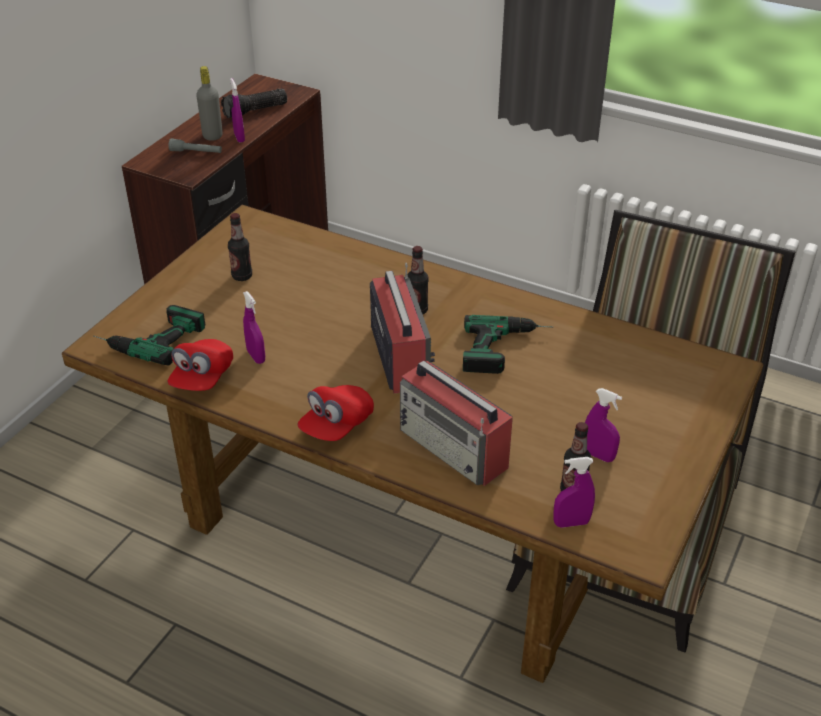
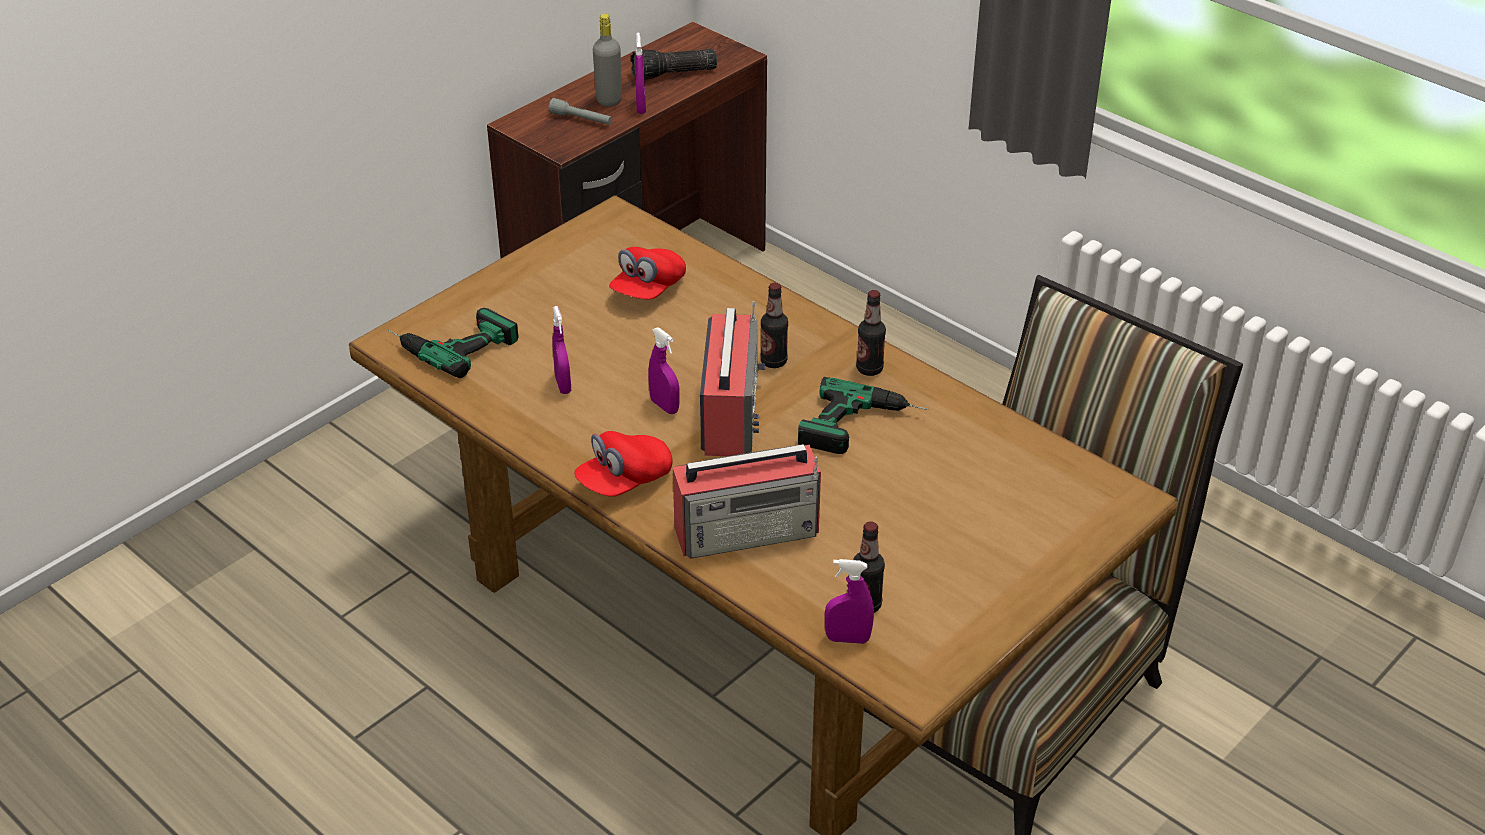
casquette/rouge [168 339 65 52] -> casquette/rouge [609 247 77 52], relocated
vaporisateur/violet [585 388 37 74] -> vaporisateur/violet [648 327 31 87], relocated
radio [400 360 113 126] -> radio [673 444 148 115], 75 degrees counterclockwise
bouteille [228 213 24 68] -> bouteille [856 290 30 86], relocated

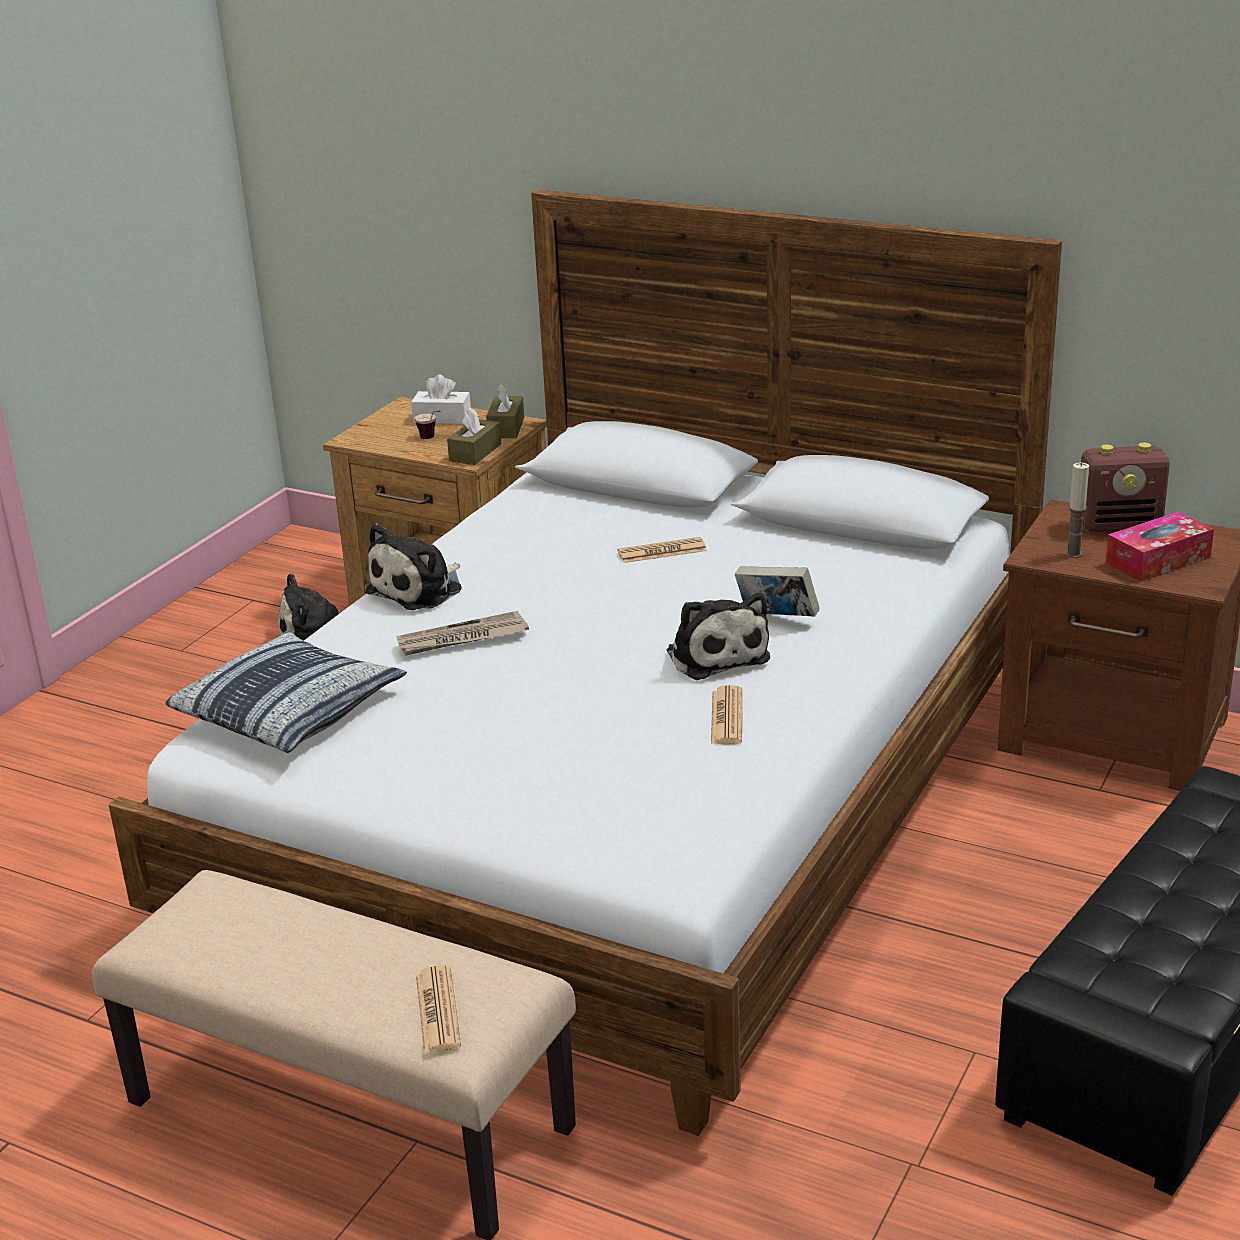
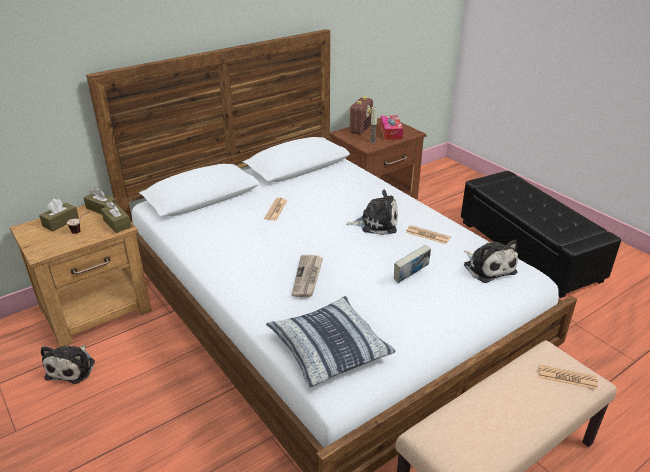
boîte à mouchoirs/blanc [411 375 60 49] -> boîte à mouchoirs/marron [39 199 40 33]
livre [735 566 85 51] -> livre [394 244 37 39], relocated
peluche [365 523 97 87] -> peluche [464 240 54 43], relocated

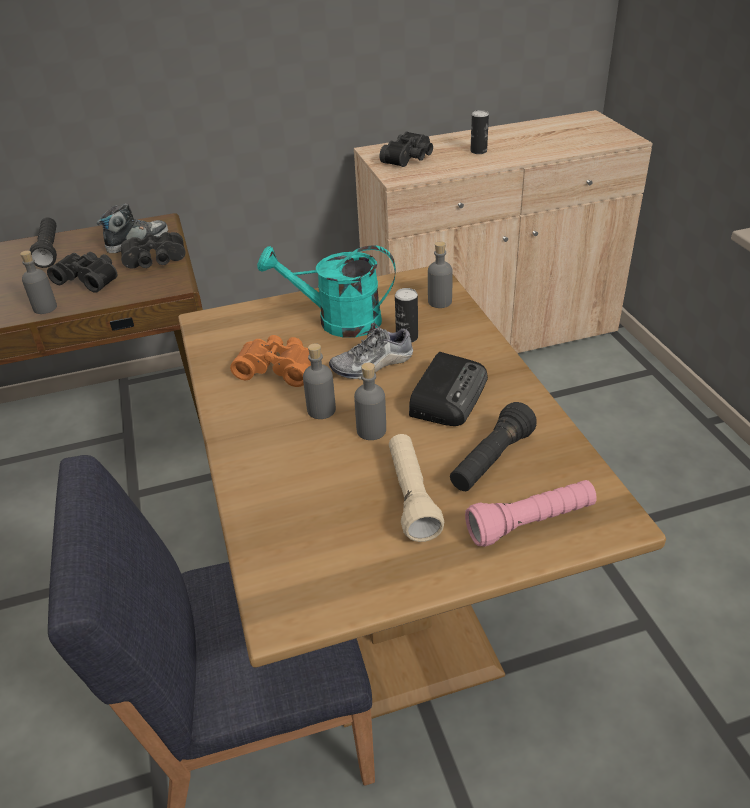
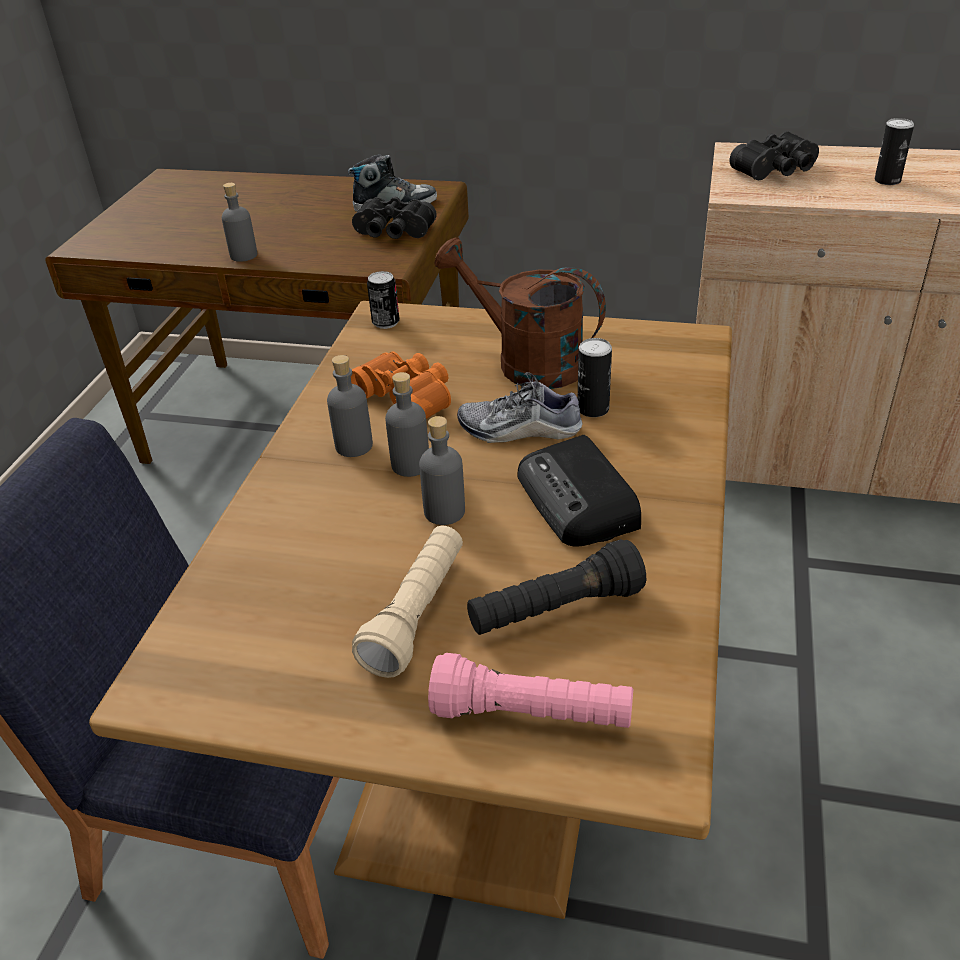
bouteille/gris [428 241 25 67] -> bouteille/gris [327 355 46 102], relocated
none -> boîte métallique [367 271 33 58]
arrosoir/turquoise [257 245 139 92] -> arrosoir/marron [434 238 172 151]
radio [409 352 79 74] -> radio [517 435 124 112], 105 degrees clockwise
lampe de poche/noir [29 218 28 50] -> none
jumelles/noir [47 252 70 41] -> none

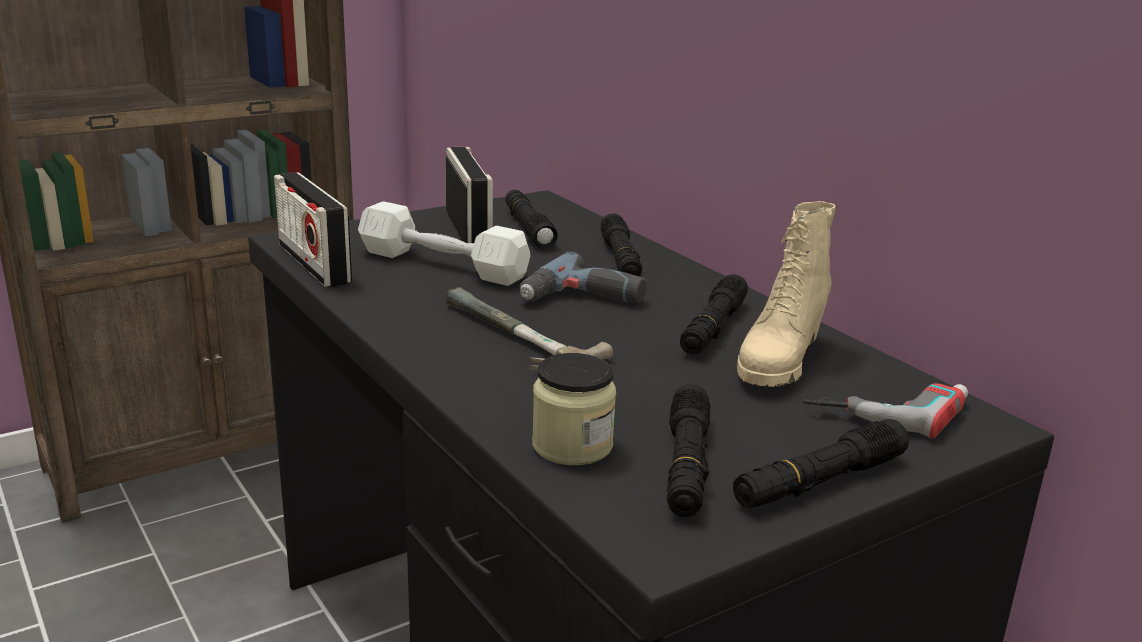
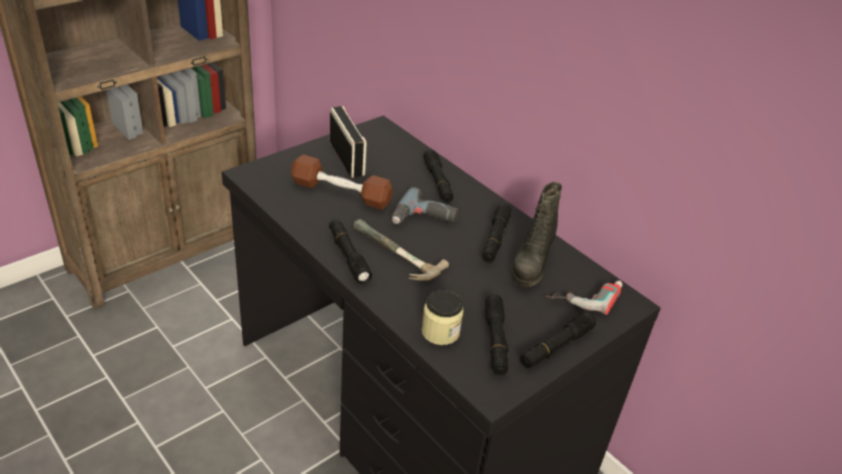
haltère/blanc [358 201 172 85] -> haltère/marron [291 154 102 56]
lampe de poche/noir [505 190 53 58] -> lampe de poche/noir [329 220 43 64], relocated
botte/beige [737 201 98 186] -> botte/noir [511 182 51 105]
radio [274 172 78 115] -> none

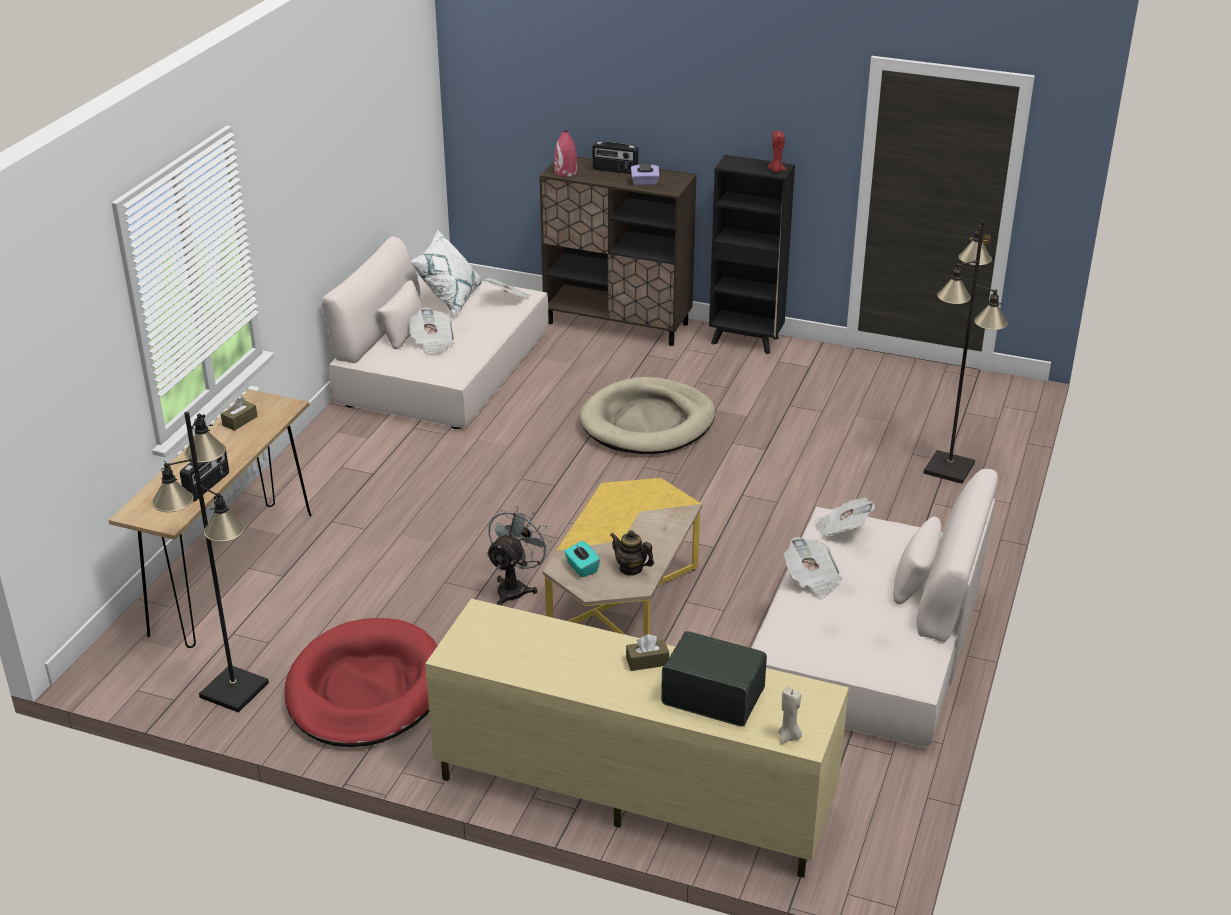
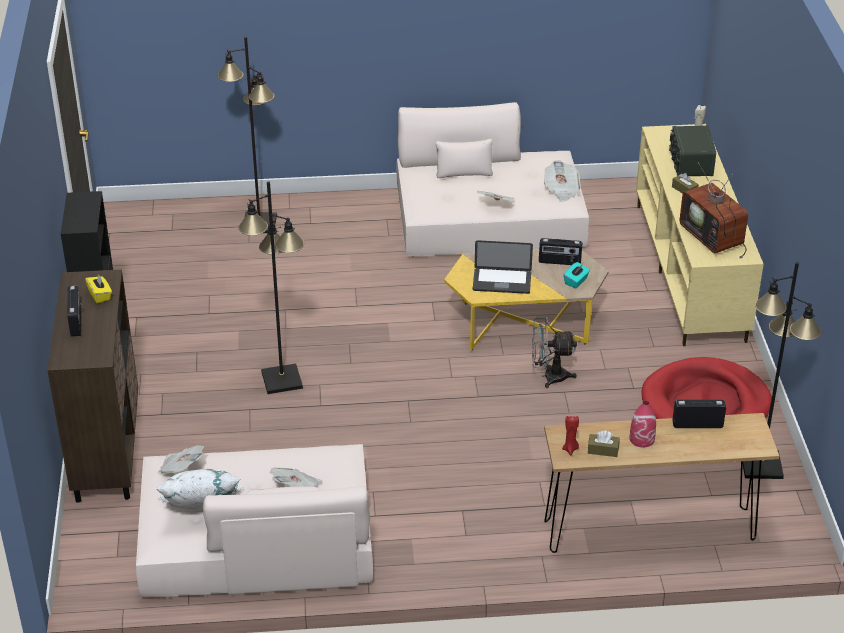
boîte à mouchoirs/violet [631 164 29 22] -> boîte à mouchoirs/jaune [85 275 27 29]
panier pour chien/beige [579 377 136 77] -> lampadaire/noir [239 181 65 213]
none -> ordinateur portable [473 240 60 54]
théière [610 530 44 46] -> radio [539 238 43 27]
journal [815 498 60 39] -> journal [544 160 37 42], relocated
bougie/rouge [767 131 20 42] -> bougie/rouge [562 416 17 39], relocated
vase/rouge [554 130 23 47] -> vase/rouge [630 401 26 47], relocated
none -> téléviseur [680 162 68 97]

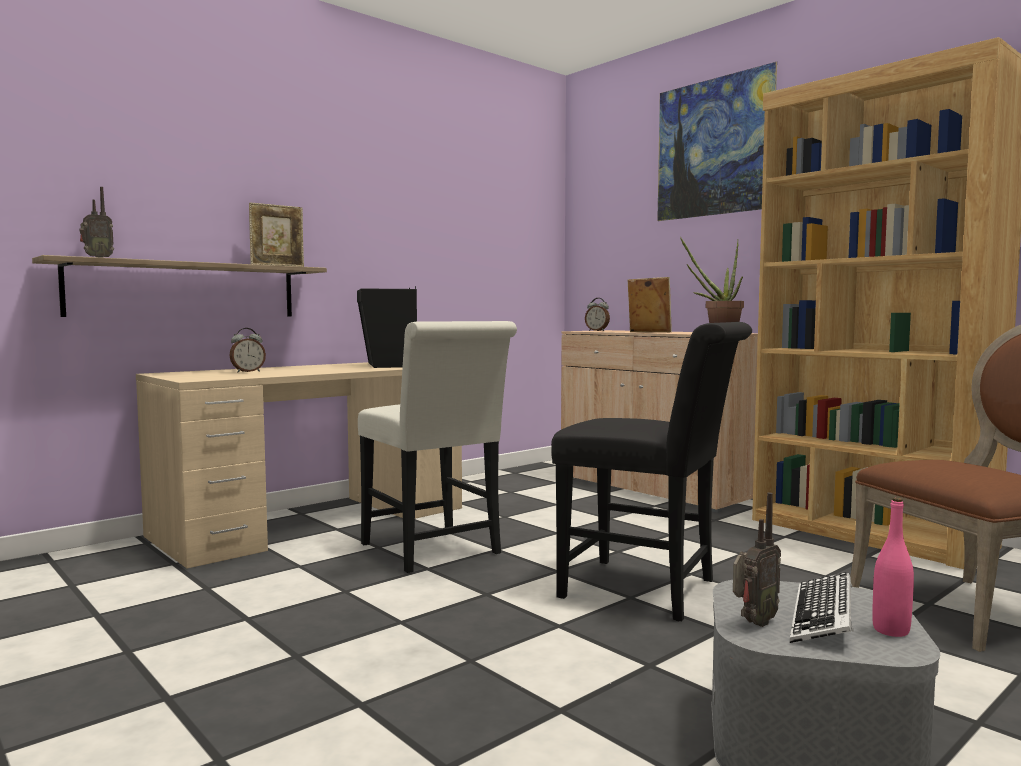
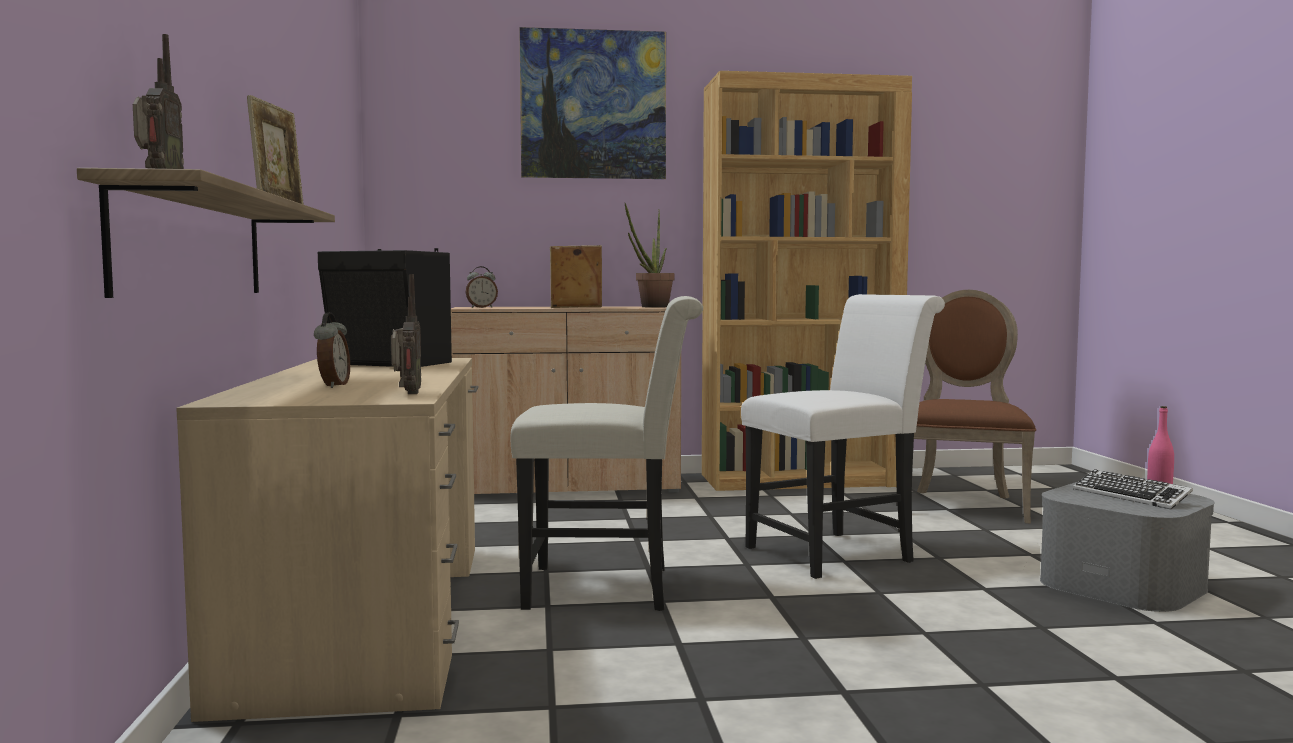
radio [733 493 48 134] -> radio [391 274 30 120], relocated
chaise/noir [551 322 201 299] -> chaise/blanc [741 294 204 285]

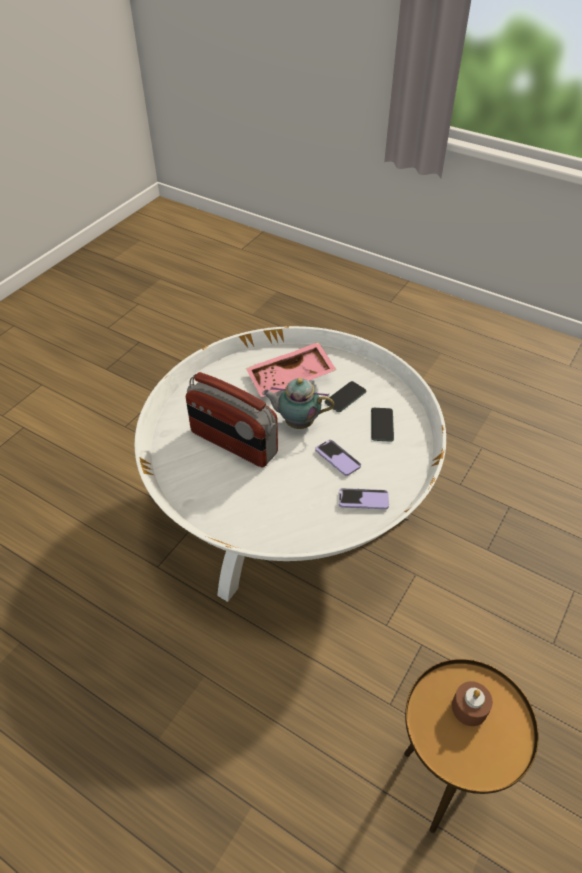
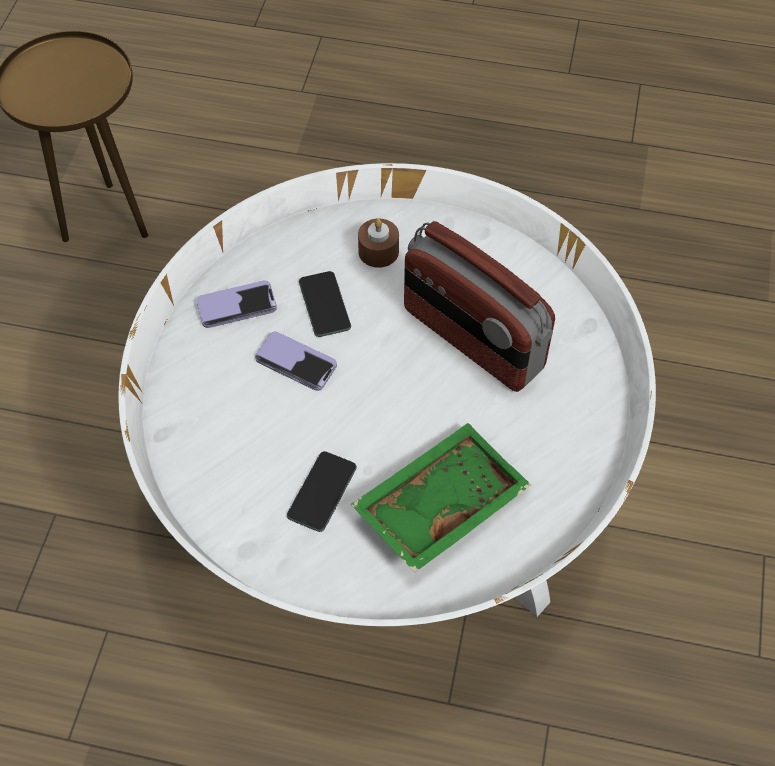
téléphone [371 408 23 34] -> téléphone [299 271 52 66], relocated
plateau/rose [246 342 90 55] -> plateau/vert [351 423 180 150]
bougie/marron [452 681 41 45] -> bougie/marron [358 218 41 50], relocated
radio [186 372 92 96] -> radio [404 221 151 171], 150 degrees counterclockwise
théière [262 378 72 51] -> none

